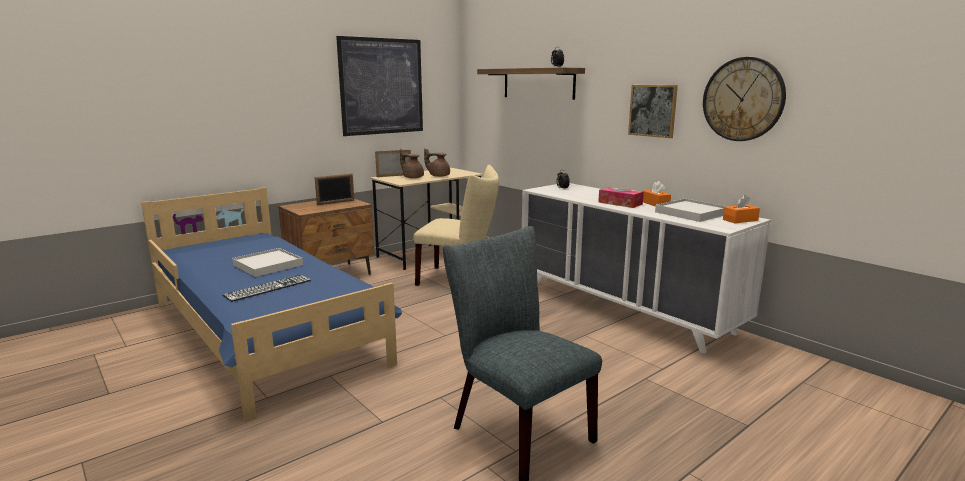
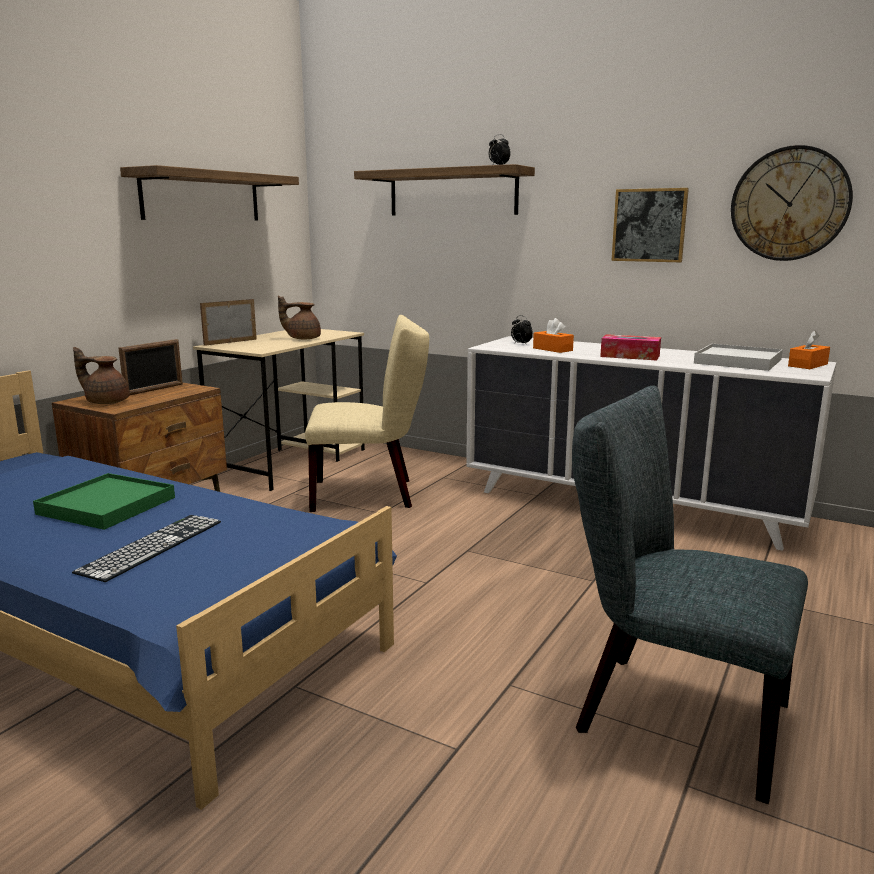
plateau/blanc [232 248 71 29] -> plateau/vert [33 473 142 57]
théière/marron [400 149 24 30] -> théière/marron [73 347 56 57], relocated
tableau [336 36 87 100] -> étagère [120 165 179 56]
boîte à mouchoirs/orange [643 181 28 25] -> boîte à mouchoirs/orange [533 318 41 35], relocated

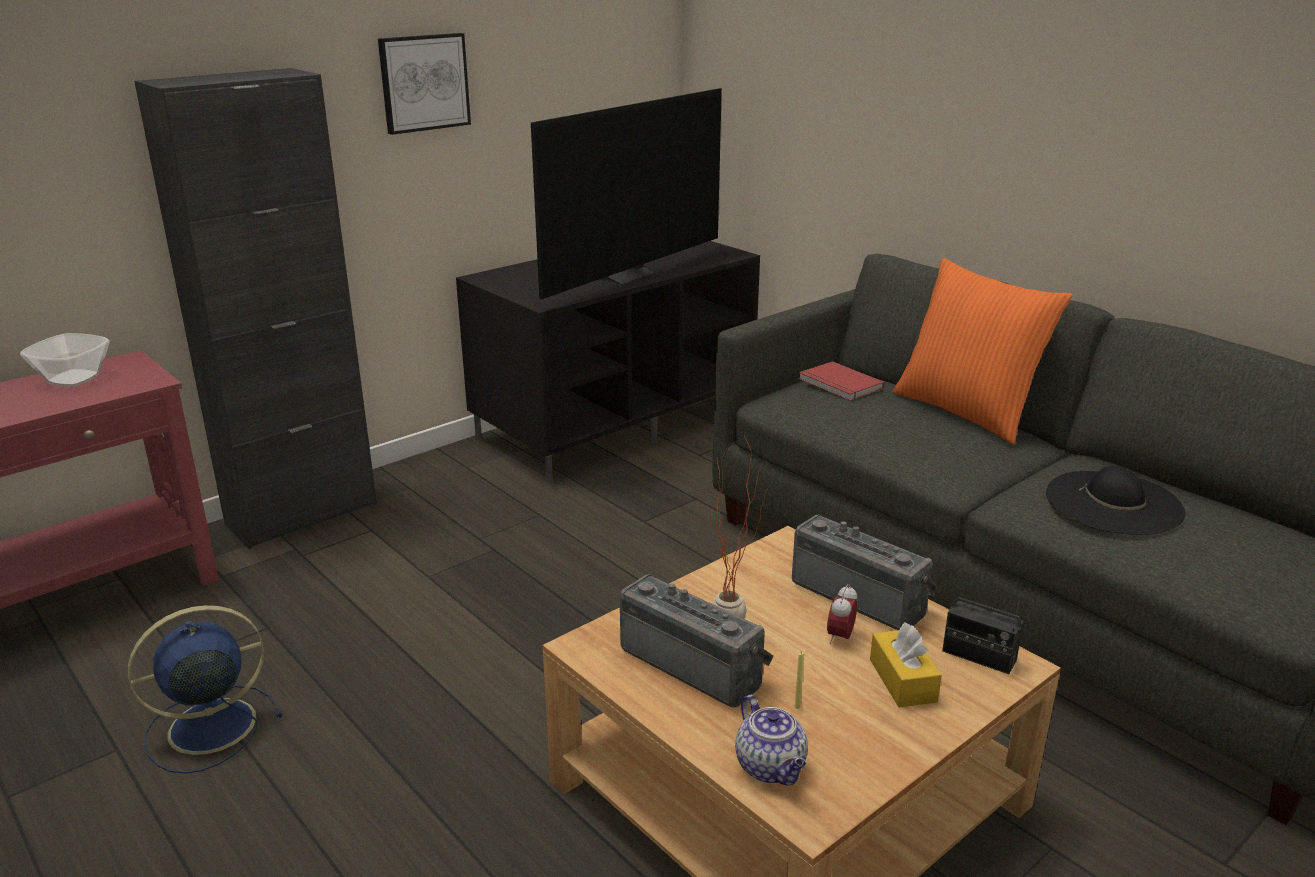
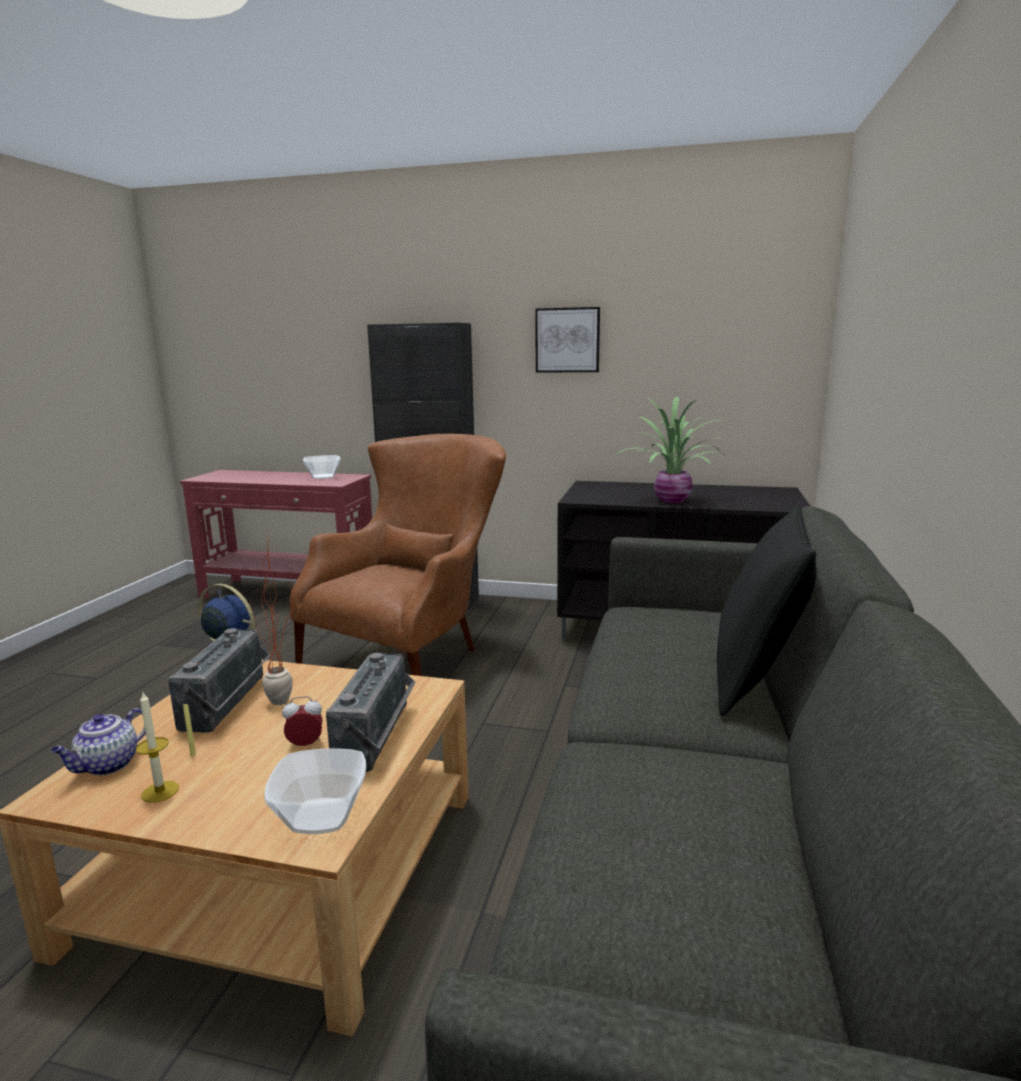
none -> bougie [136 693 43 110]
radio [942 584 82 90] -> bol [264 748 102 86]
none -> fauteuil/marron [289 434 217 242]
téléviseur [531 88 191 211] -> plante en pot [615 397 110 106]
coussin/orange [893 258 179 187] -> coussin/noir [717 505 99 211]
livre/rouge [799 361 85 40] -> none
boîte à mouchoirs/jaune [870 622 72 86] -> none
chapeau/noir [1046 465 139 70] -> none

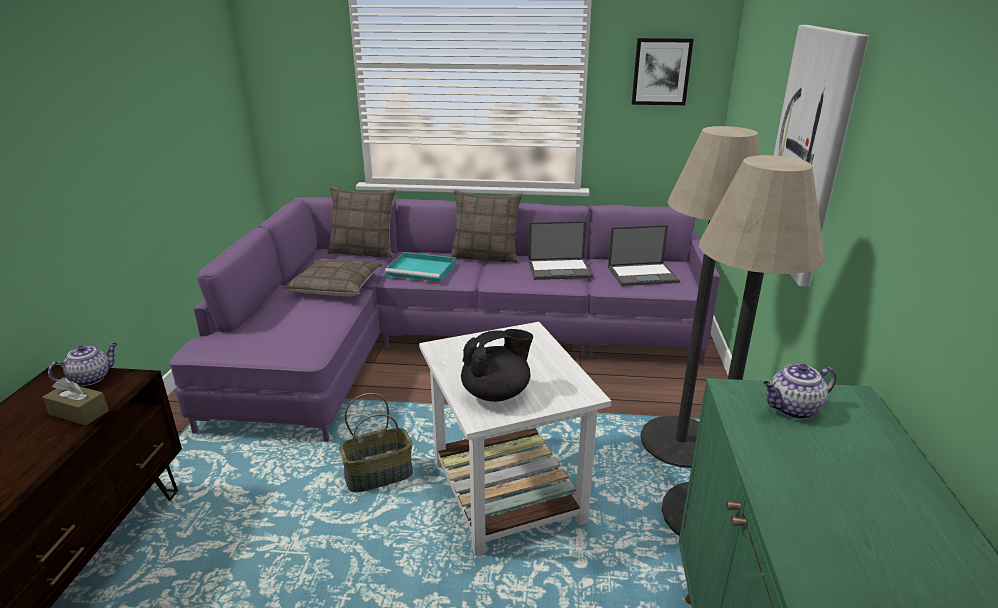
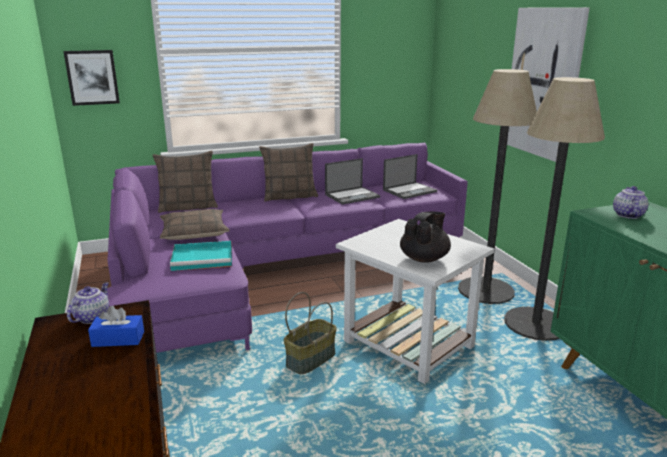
tableau [632 38 62 67] -> tableau [63 50 57 56], relocated
boîte à mouchoirs/marron [42 377 67 49] -> boîte à mouchoirs/bleu [88 306 56 41]
plateau/turquoise [385 252 71 31] -> plateau/turquoise [170 241 62 30], relocated
théière [763 364 73 55] -> théière [613 186 36 33], 150 degrees clockwise

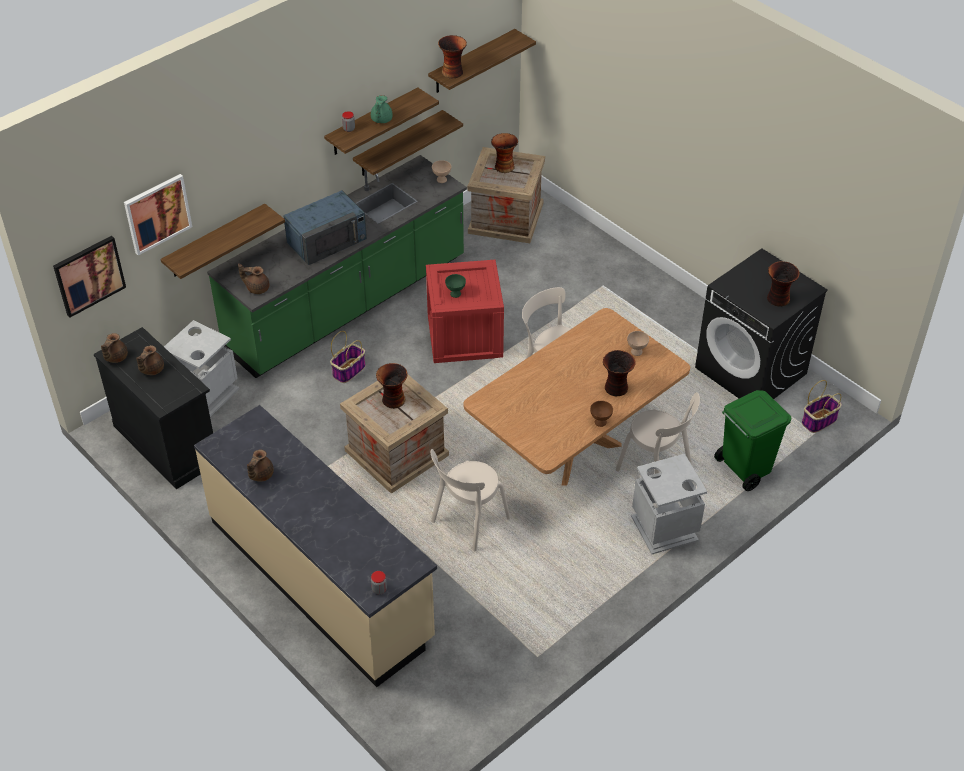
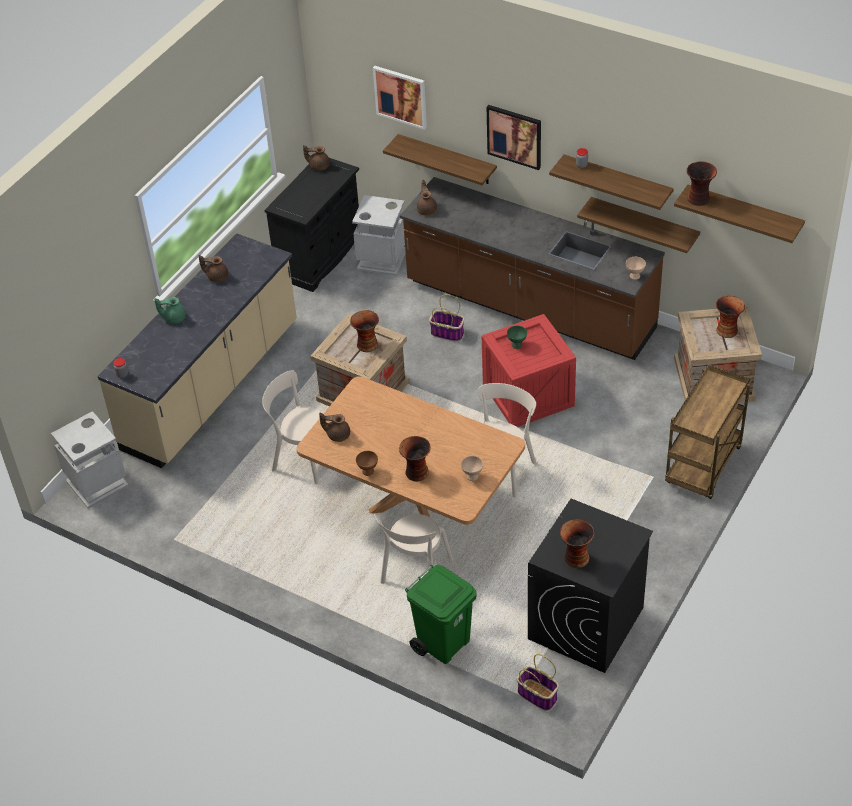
poubelle/gris [631 454 76 100] -> poubelle/gris [51 411 78 97], relocated
théière/vert [371 95 22 28] -> théière/vert [154 297 32 27], relocated
théière/marron [136 345 28 30] -> théière/marron [319 412 31 30], relocated
comptoir de cuisine/vert [207 155 260 223] -> comptoir de cuisine/marron [400 177 265 183]
tableau [53 236 73 82] -> tableau [487 105 54 65], relocated
none -> chariot/marron [665 364 86 135]
micro-ondes/bleu [284 190 83 75] -> none

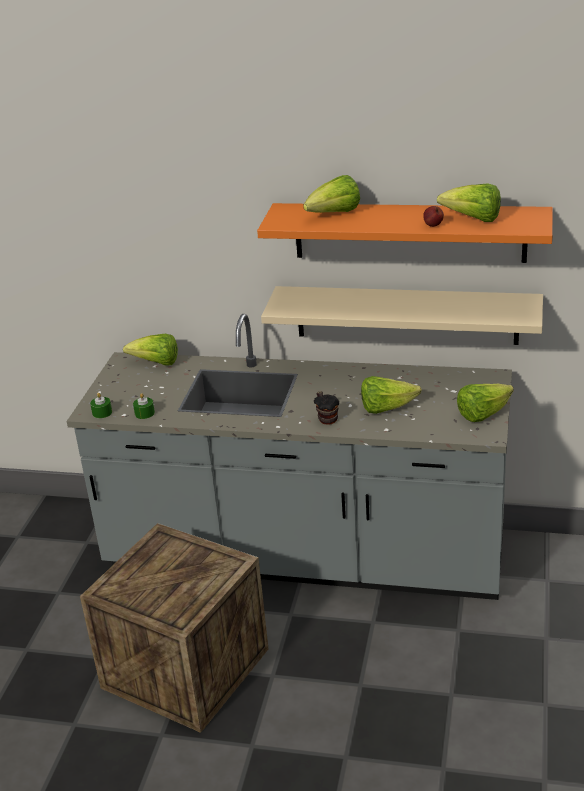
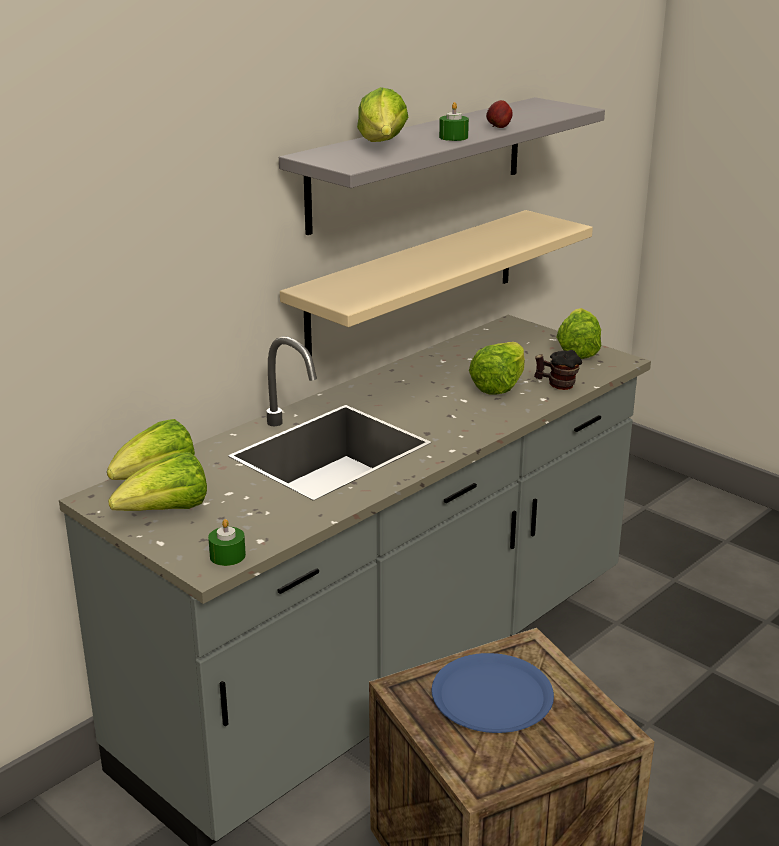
laitue [437 183 64 39] -> laitue [108 452 99 59], relocated
étagère/orange [257 203 296 60] -> étagère/gris [279 97 326 138]
none -> assiette/bleu [432 653 122 80]
bougie/vert [133 393 22 26] -> bougie/vert [439 102 30 39], relocated
mug [314 391 25 34] -> mug [534 350 48 40], relocated

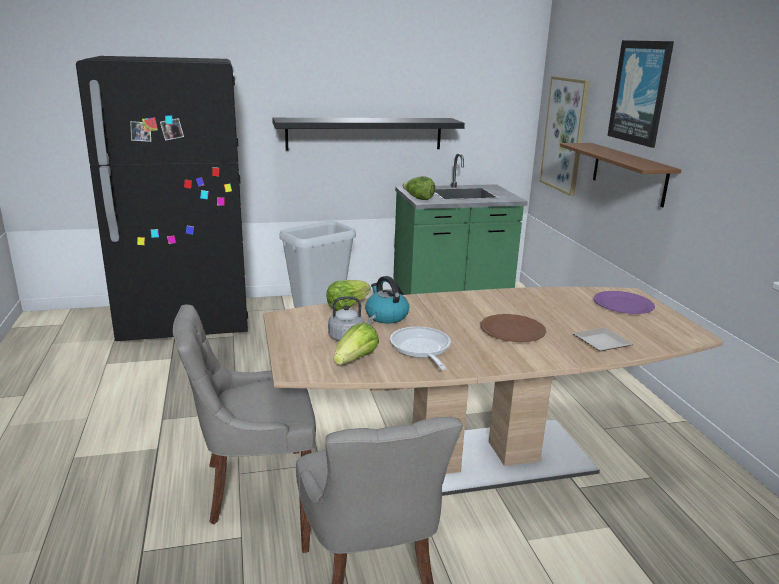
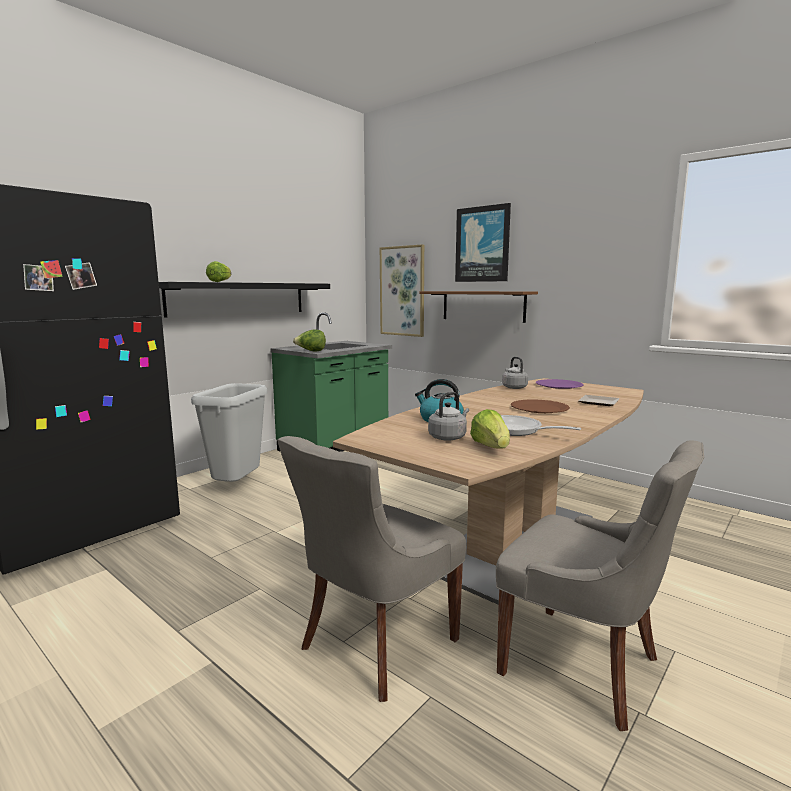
laitue [326 280 45 31] -> laitue [206 261 25 21], relocated
none -> bouilloire/gris [502 357 26 32]

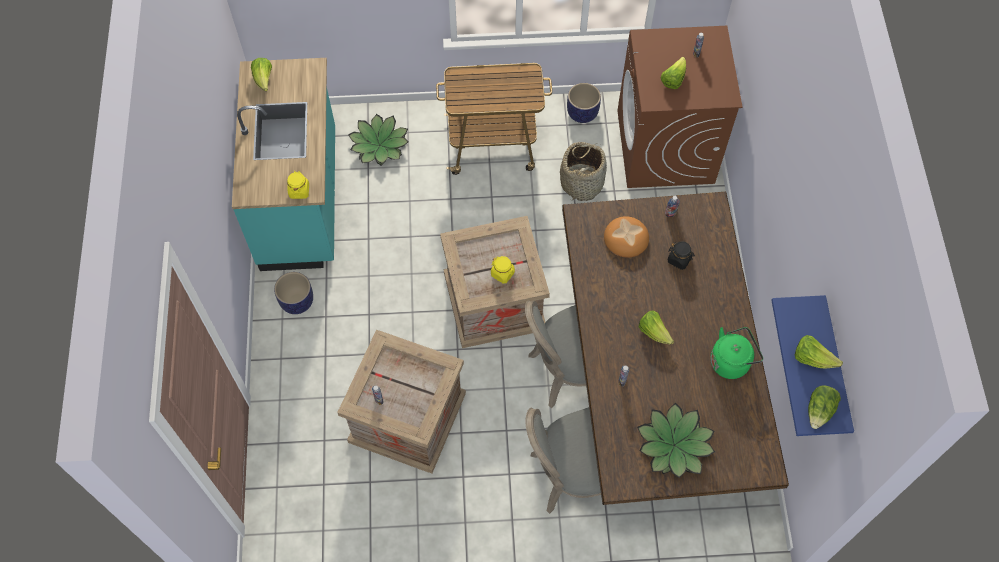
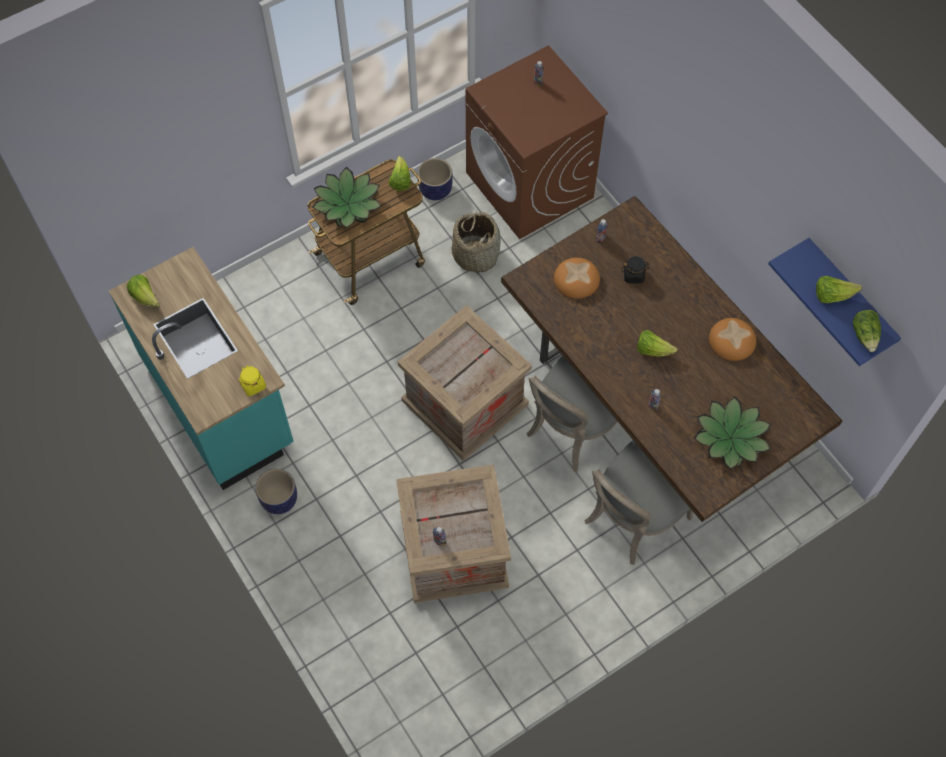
plante en pot [348 114 60 52] -> plante en pot [312 167 69 61], relocated
laitue [661 57 25 32] -> laitue [389 156 22 35], relocated
bouilloire/vert [710 327 53 52] -> pain [709 318 47 43]
bocal/jaune [491 256 24 28] -> none

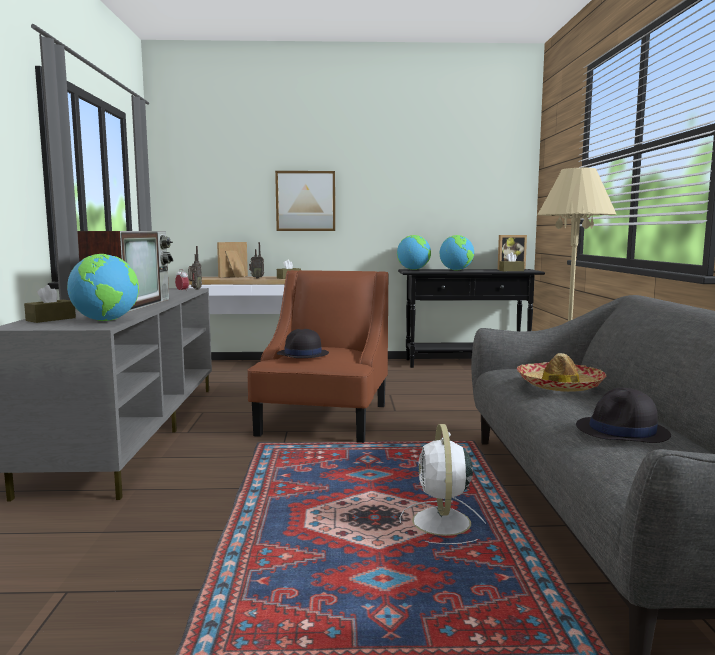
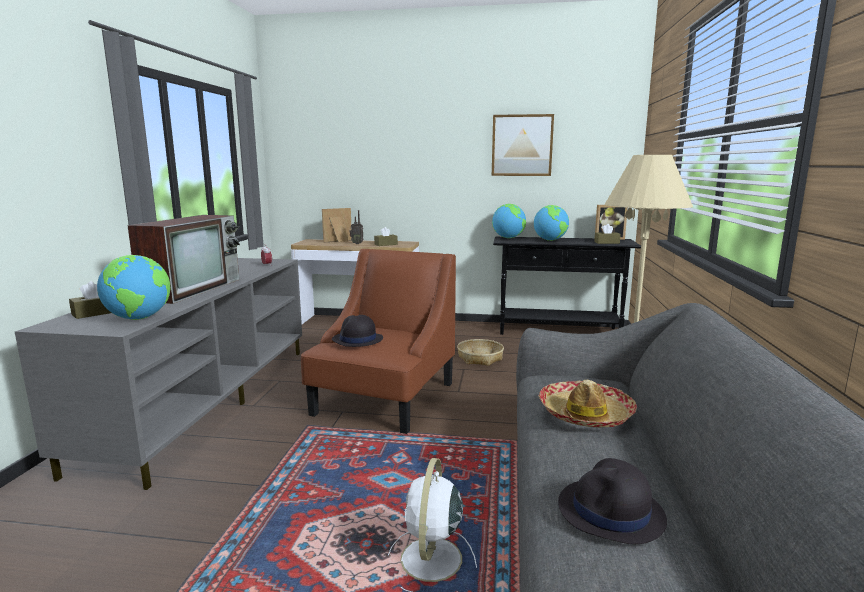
none -> panier [457 339 47 27]
tableau [275 171 60 60] -> tableau [492 114 62 62], relocated
radio [188 246 14 44] -> none

